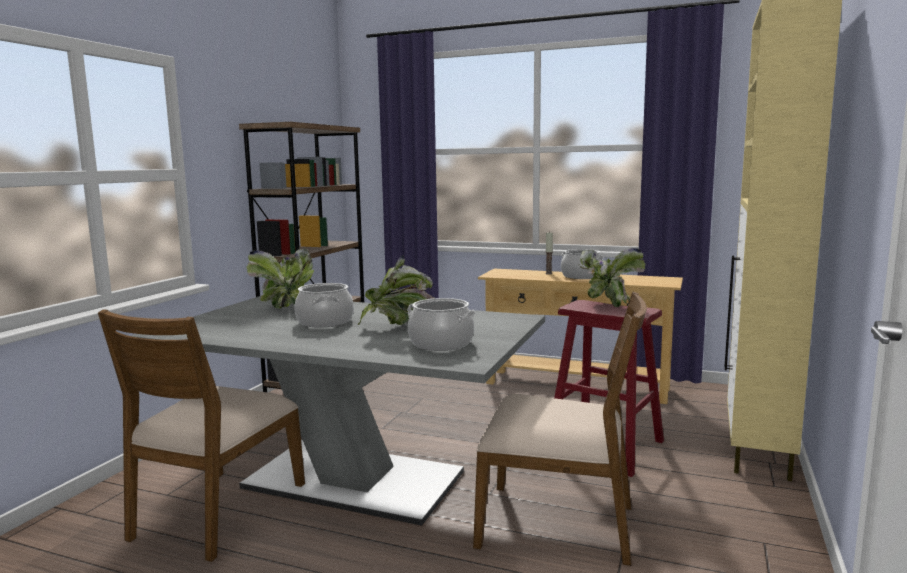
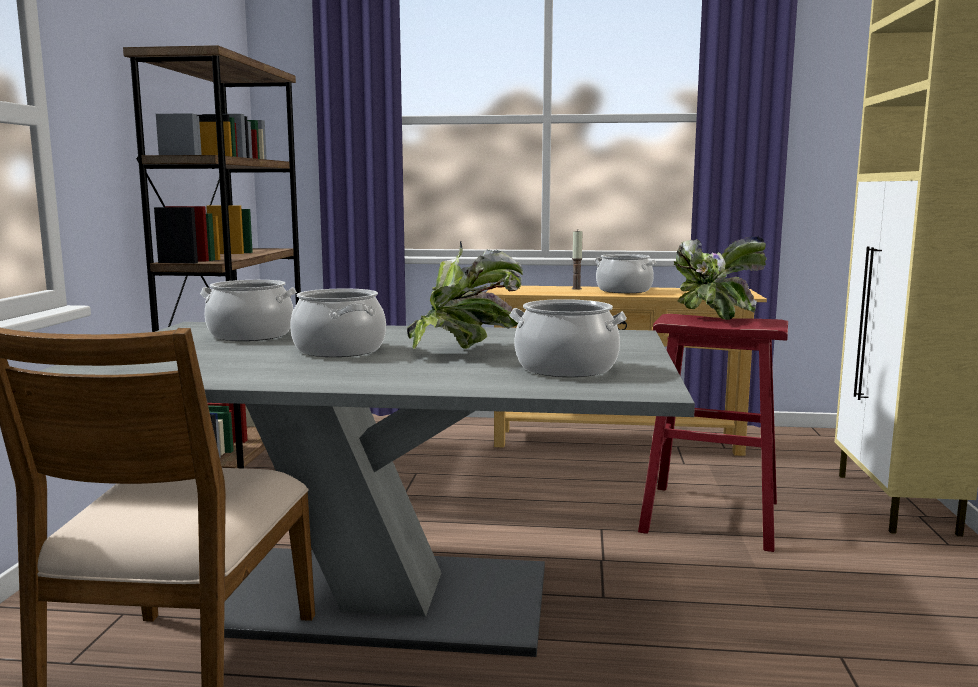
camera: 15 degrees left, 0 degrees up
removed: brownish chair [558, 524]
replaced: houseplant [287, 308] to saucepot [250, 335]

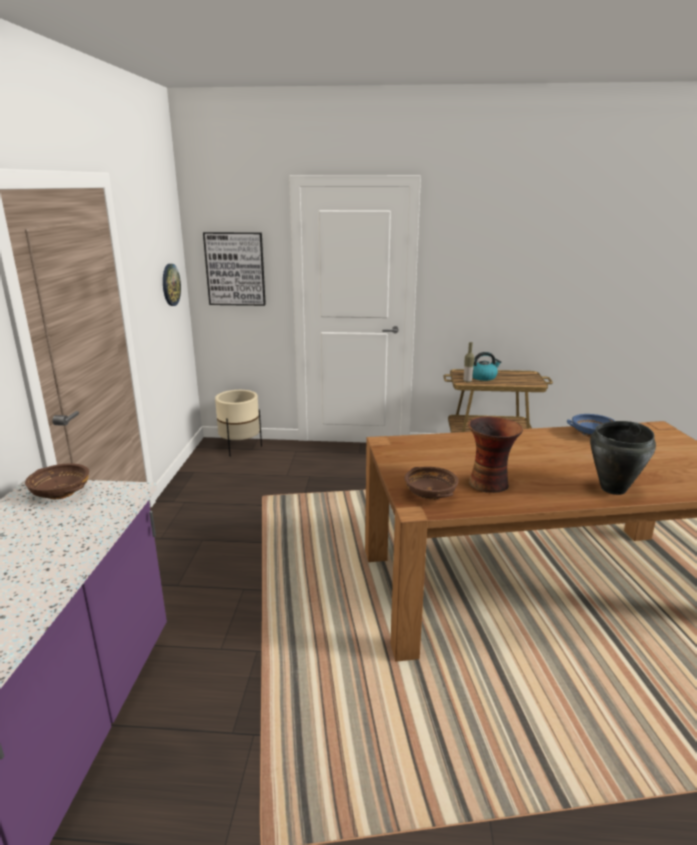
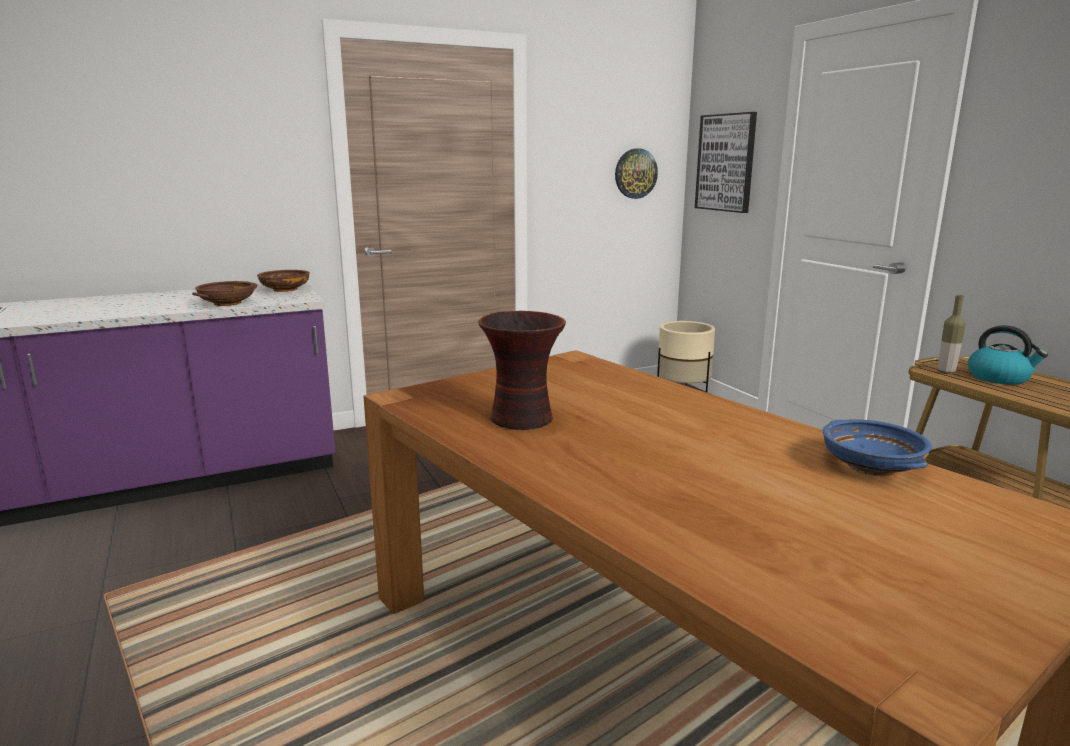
camera: 60 degrees right, 5 degrees down
removed: blackish saucepot [614, 489]
moved: brownish serving bowl [430, 494] to [227, 303]

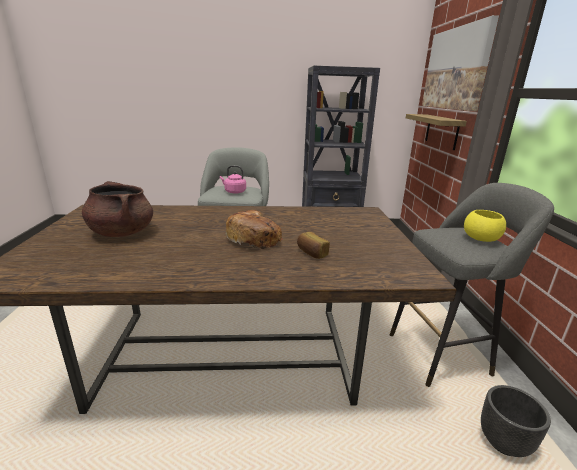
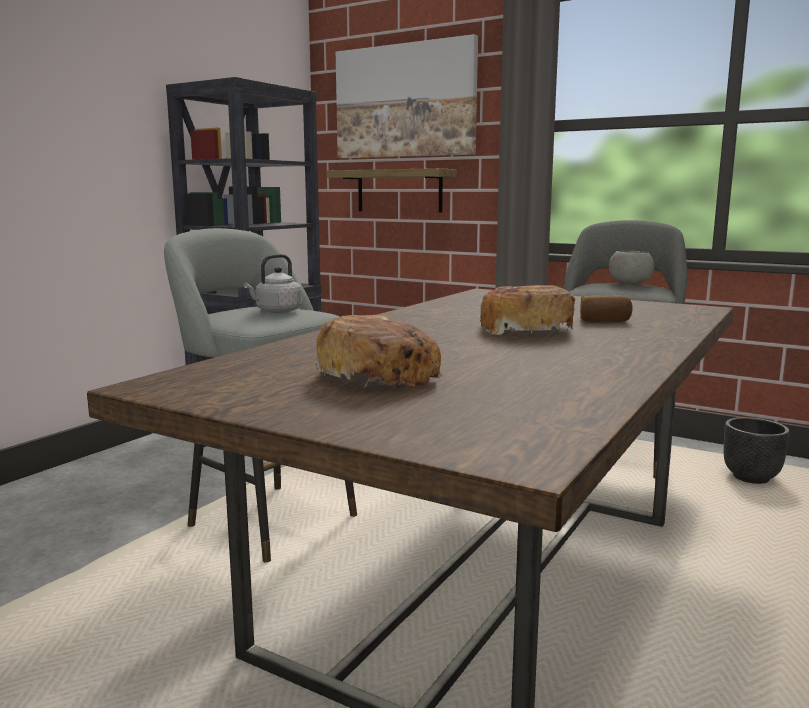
camera: 55 degrees left, 10 degrees down
replaced: brownish saucepot [122, 232] to bread [381, 375]
recoloured: pinkish water kettle [234, 192] to grey water kettle [276, 311]; yellow-coloured serving bowl [480, 239] to grey serving bowl [629, 284]

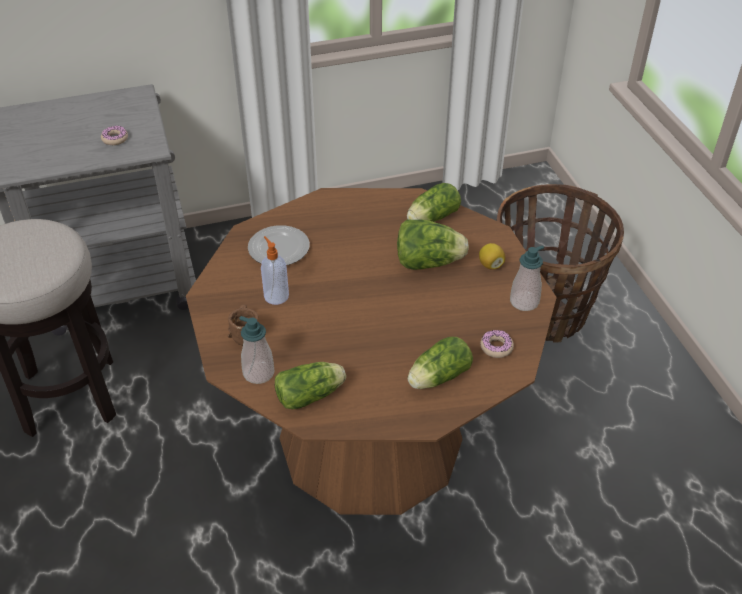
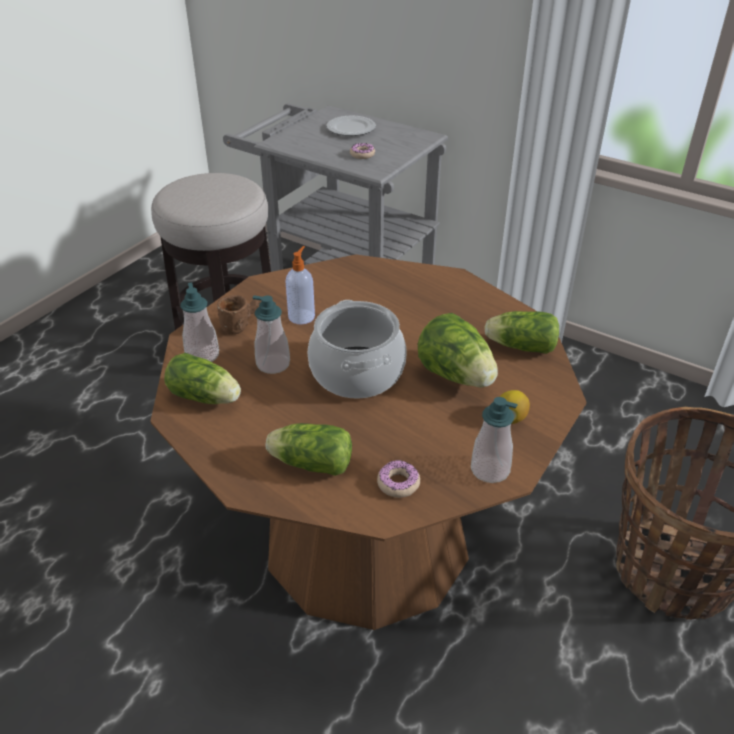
camera: 50 degrees right, 5 degrees down
added: soap bottle [273, 364]; saucepot [356, 373]
moved: plate [279, 248] to [351, 129]

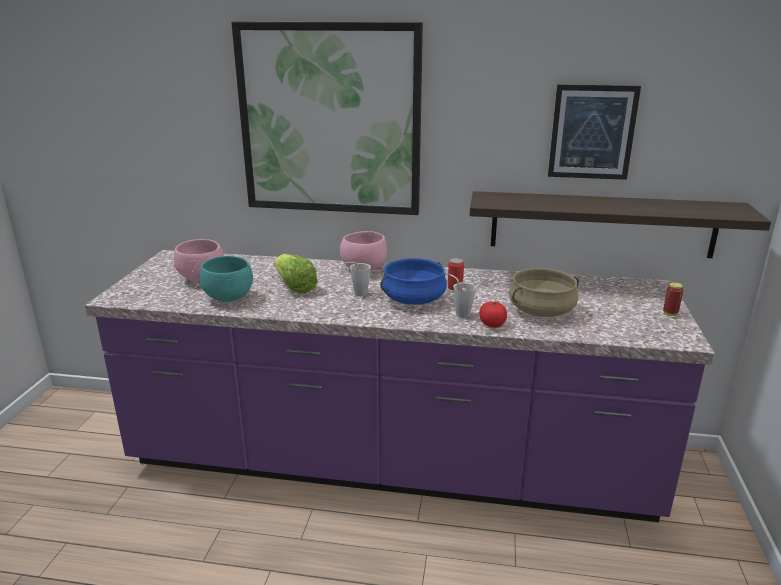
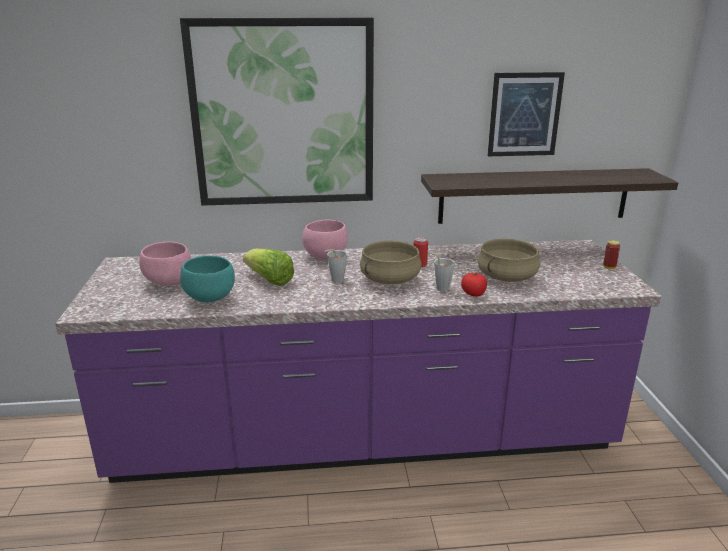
camera: 15 degrees left, 0 degrees up
recoloured: blue-coloured saucepot [413, 299] to beige saucepot [389, 279]

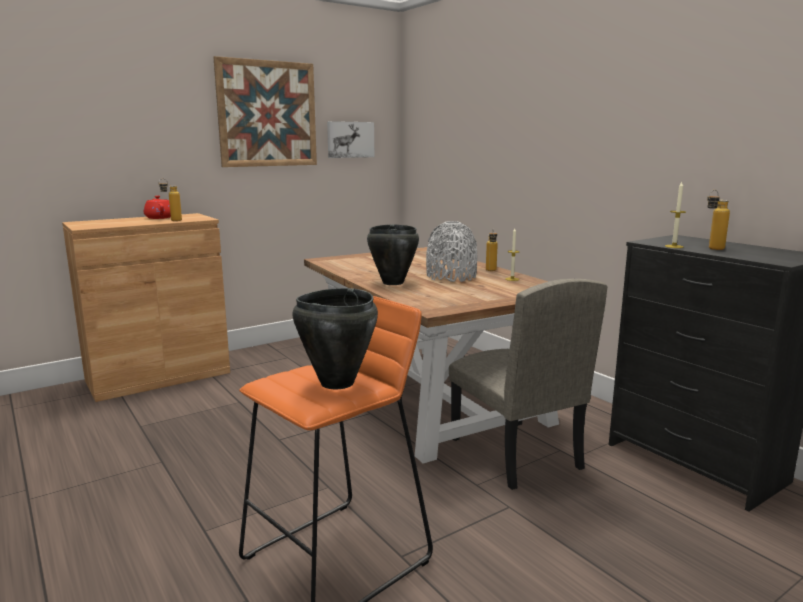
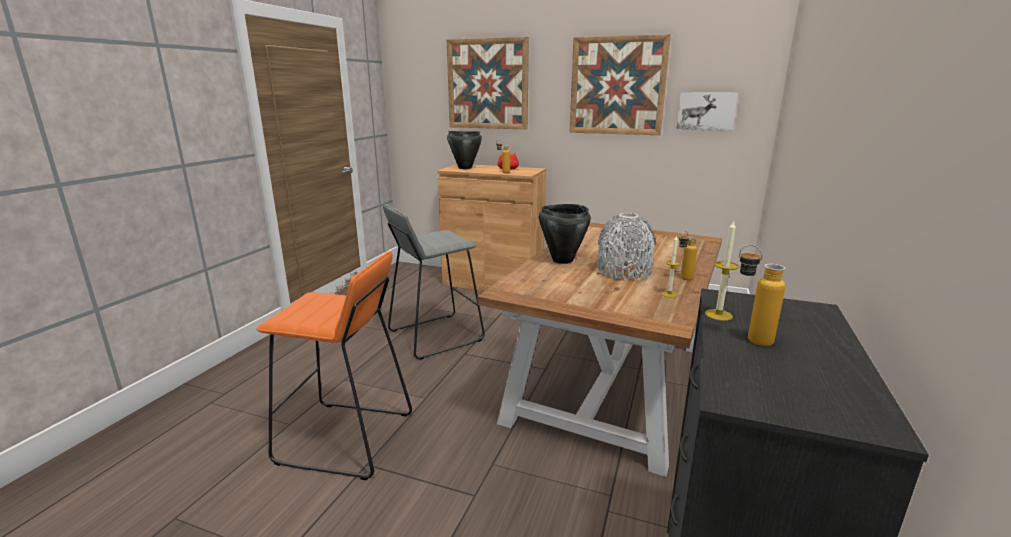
camera: 55 degrees right, 5 degrees up
removed: beige chair [514, 453]
added: wall art [487, 84]; grey stool [434, 335]
moved: blackish saucepot [336, 383] to [464, 168]

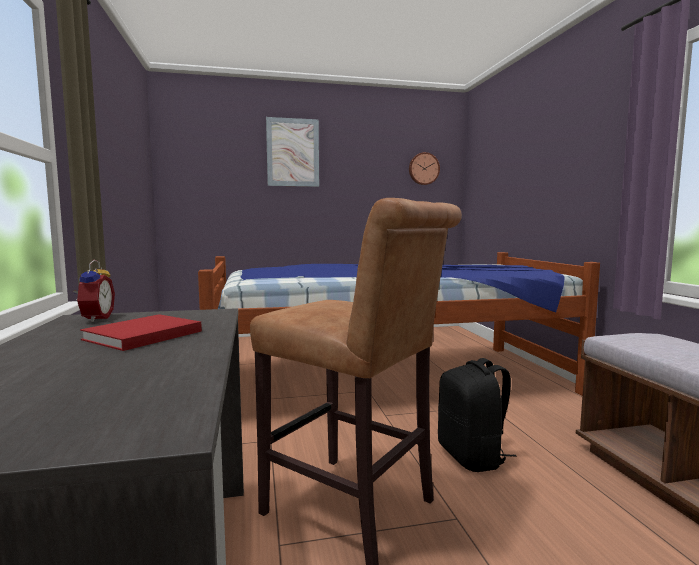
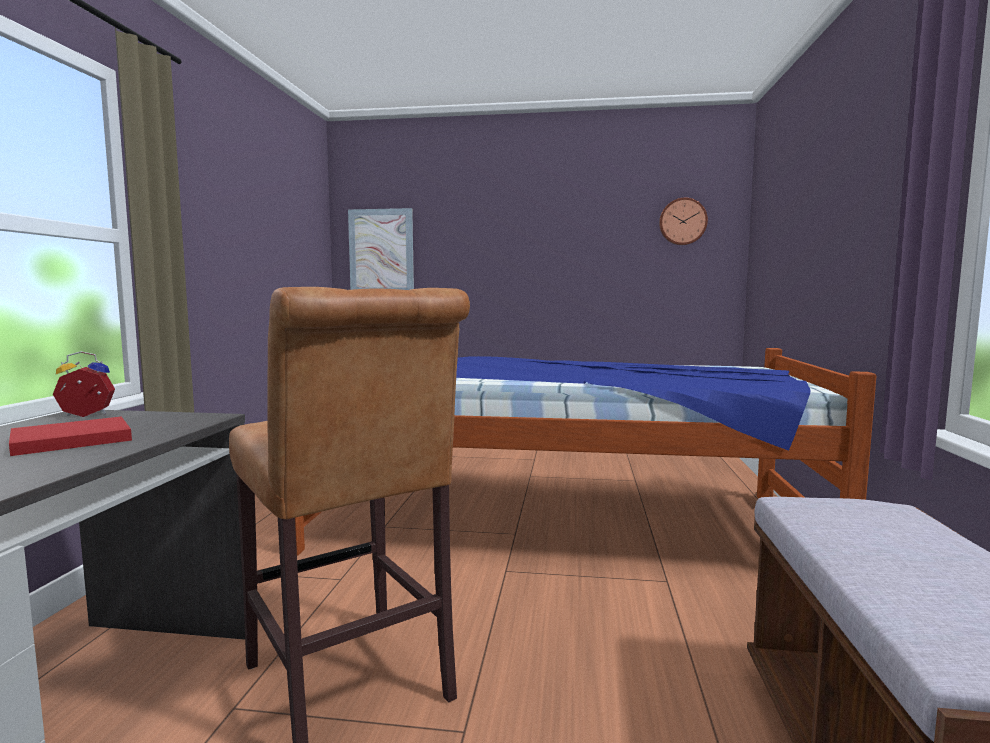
camera: 20 degrees right, 0 degrees up
removed: blackish rucksack [472, 457]
moved: wall art [293, 152] to [381, 251]
turned: table clock [94, 318] = [85, 416] 120 degrees counterclockwise

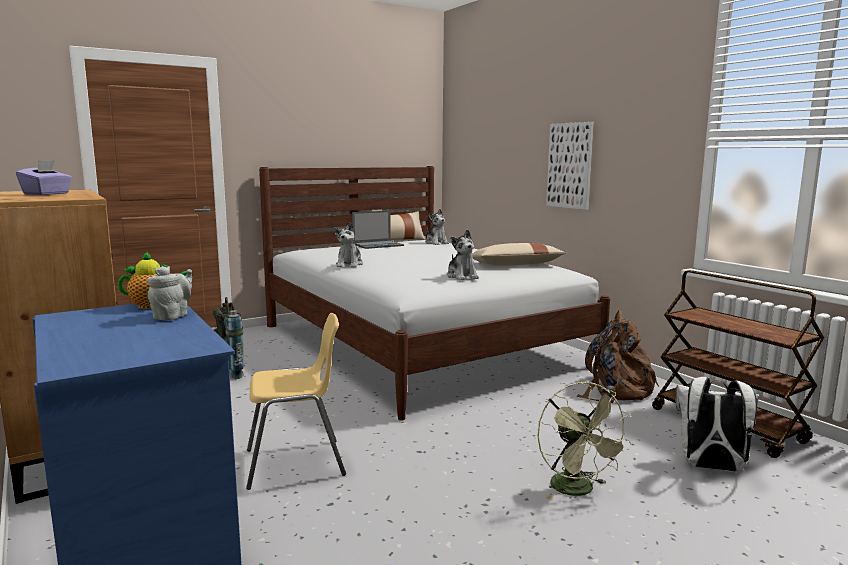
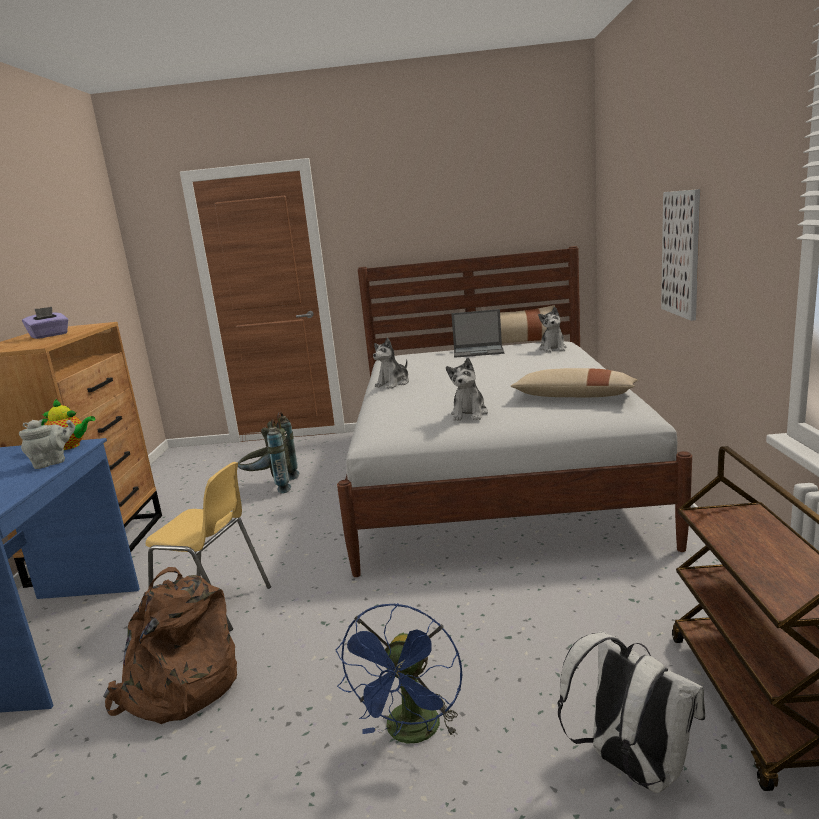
camera: 35 degrees right, 5 degrees up
moved: brownish rucksack [615, 390] to [179, 687]
recoloured: green-coloured electric fan [578, 490] to blue-coloured electric fan [412, 734]

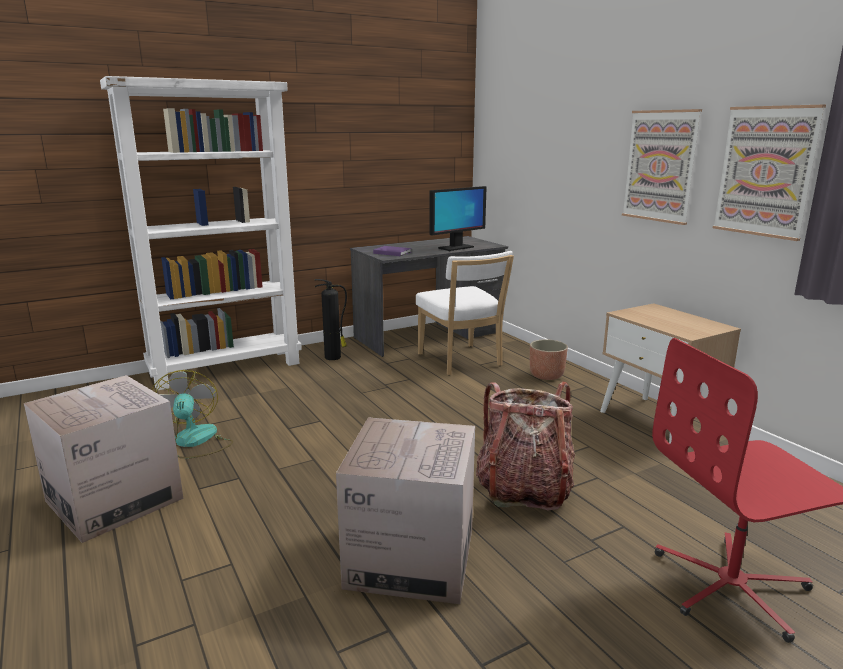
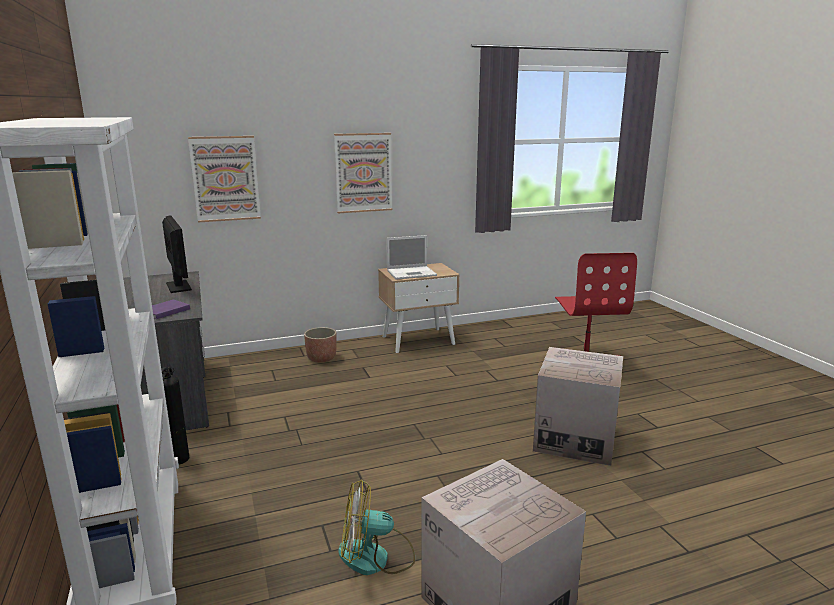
camera: 80 degrees left, 0 degrees up
removed: whitish chair [461, 361]; rucksack [523, 489]
added: laptop [412, 273]
moved: wall art [765, 171] to [225, 179]

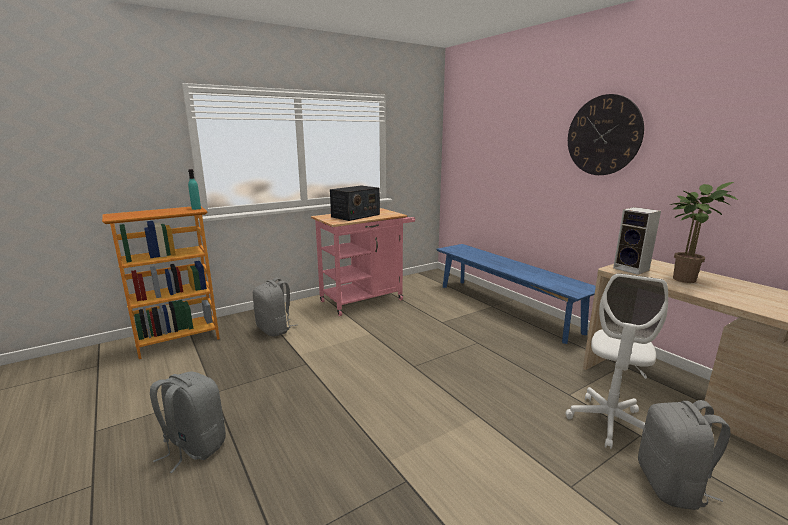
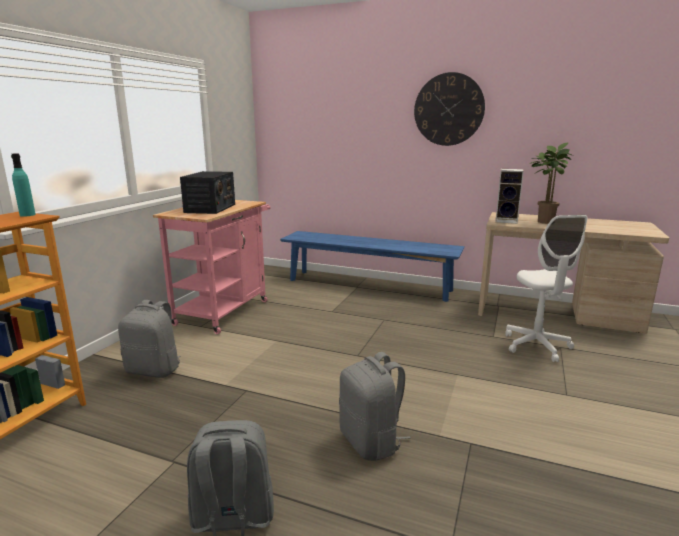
camera: 35 degrees left, 0 degrees up
moved: grey rucksack [672, 486] to [371, 442]

